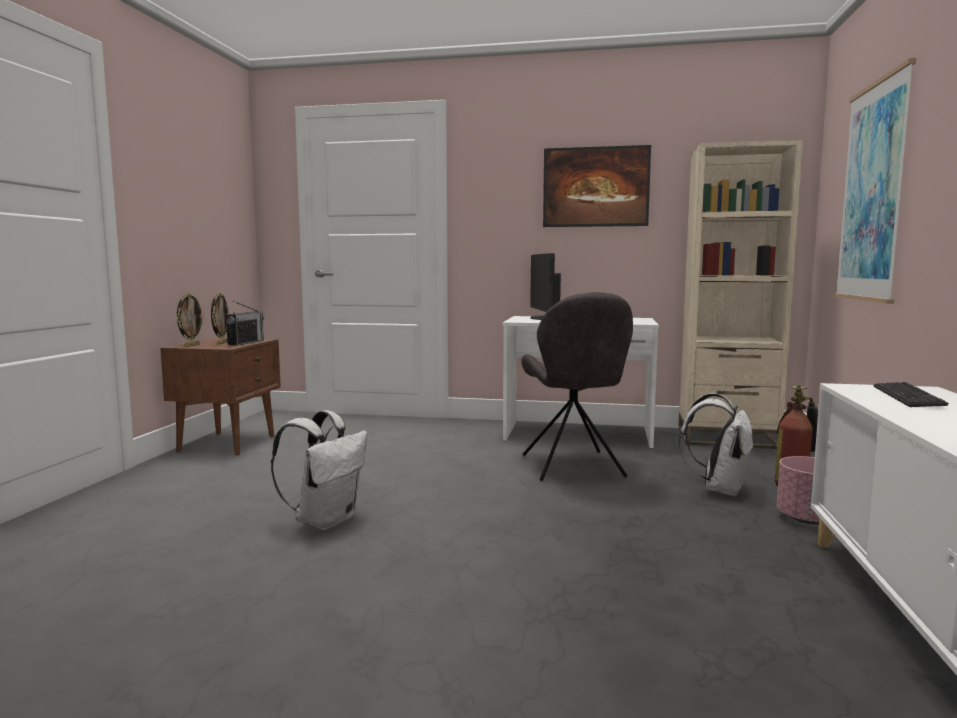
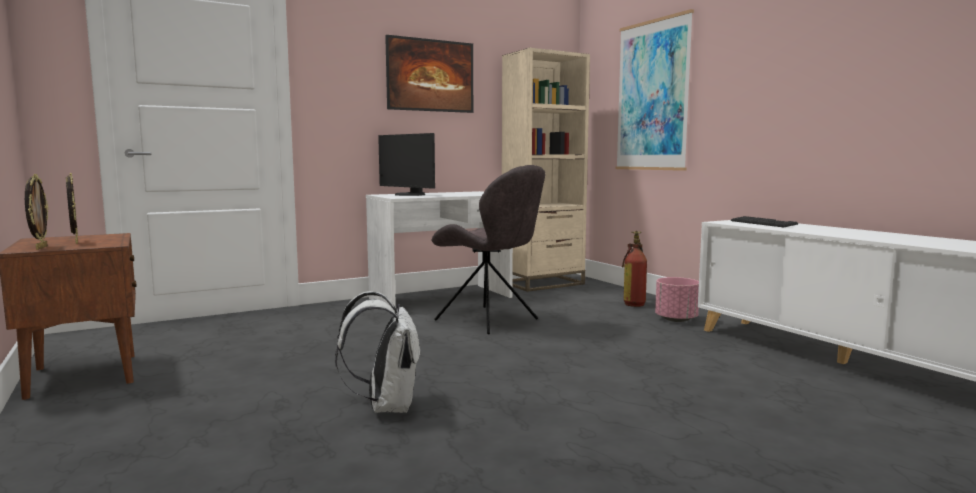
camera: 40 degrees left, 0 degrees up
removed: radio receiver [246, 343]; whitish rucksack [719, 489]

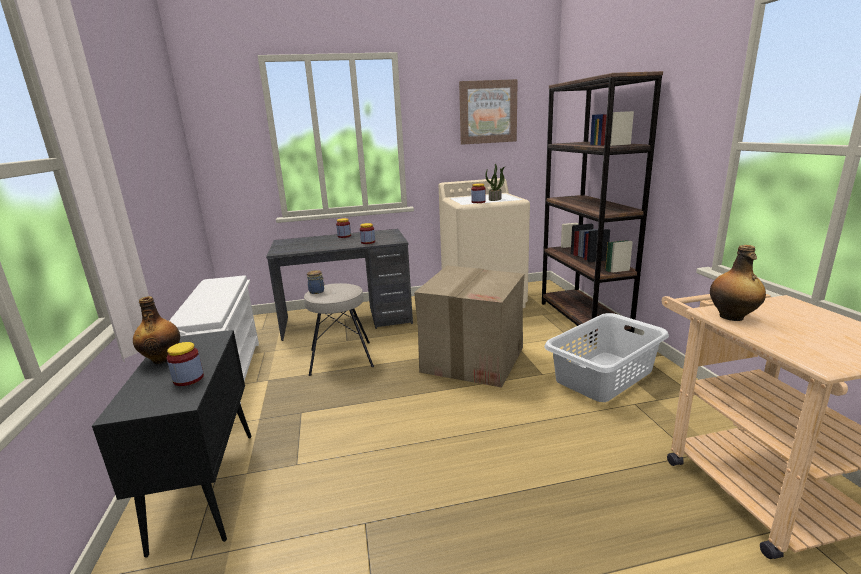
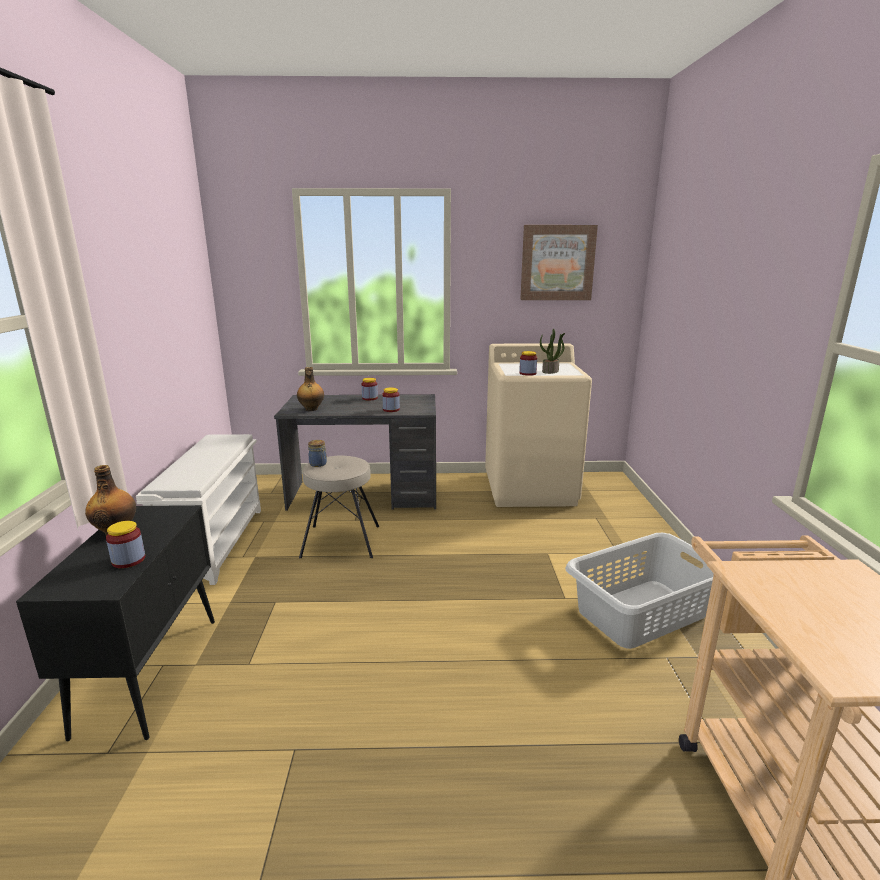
camera: 10 degrees right, 0 degrees up
removed: brownish bookshelf [583, 319]; carton [473, 359]
moved: bottle [732, 317] to [311, 409]

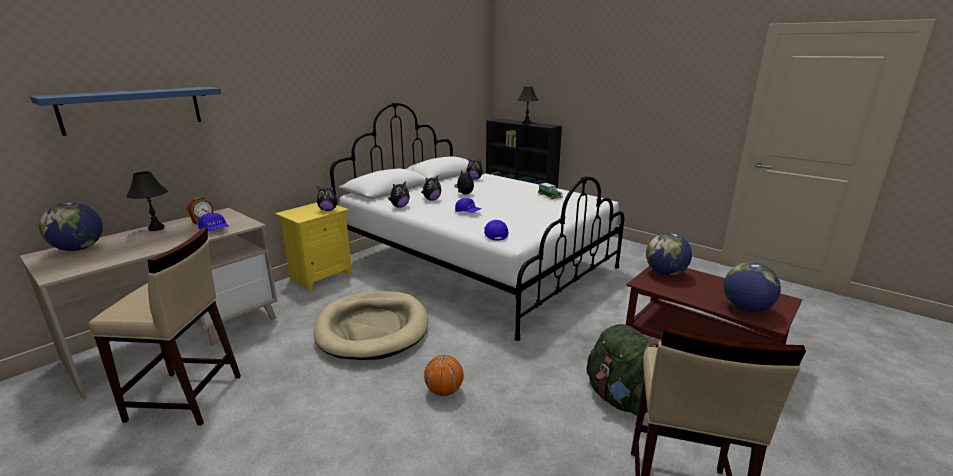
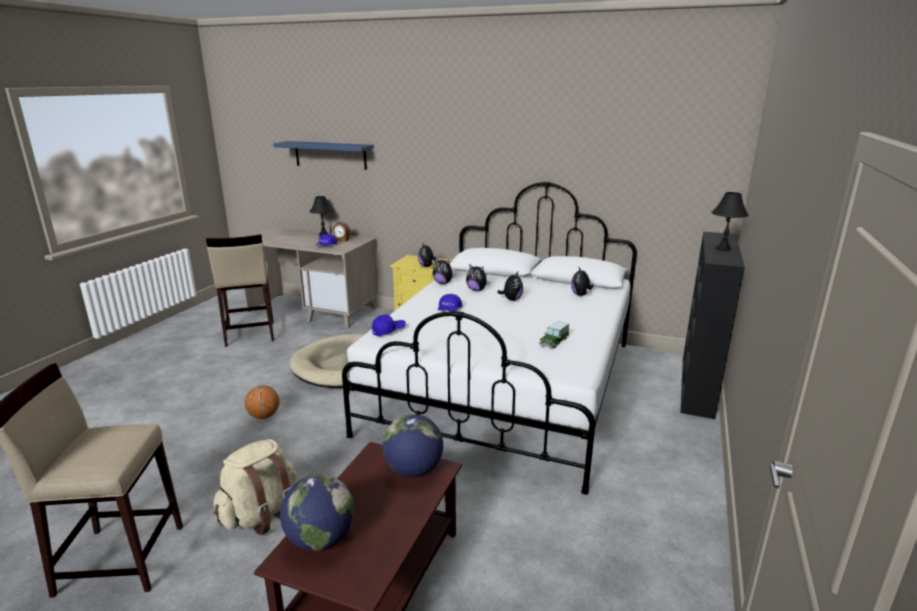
camera: 70 degrees right, 0 degrees up
removed: globe [79, 249]
recoloured: green-coloured rucksack [619, 398] to beige rucksack [262, 514]

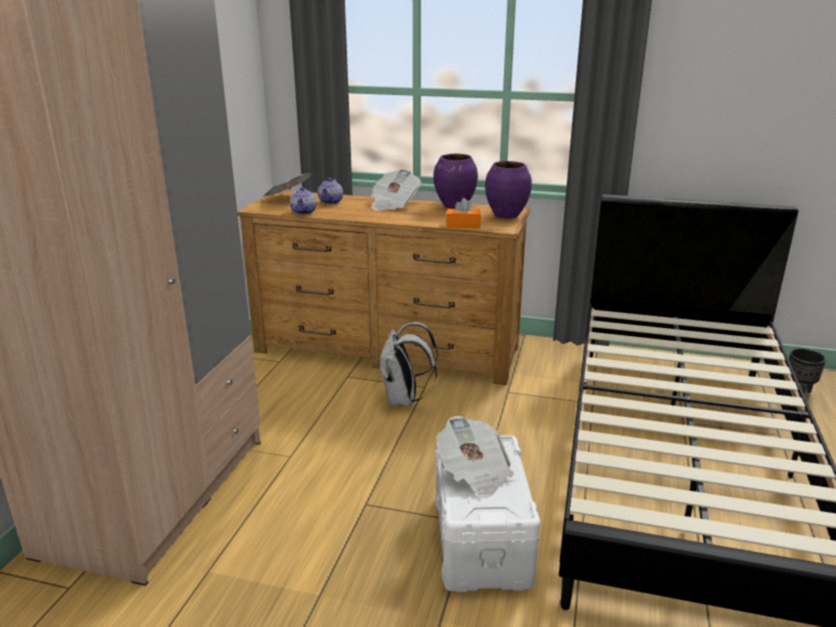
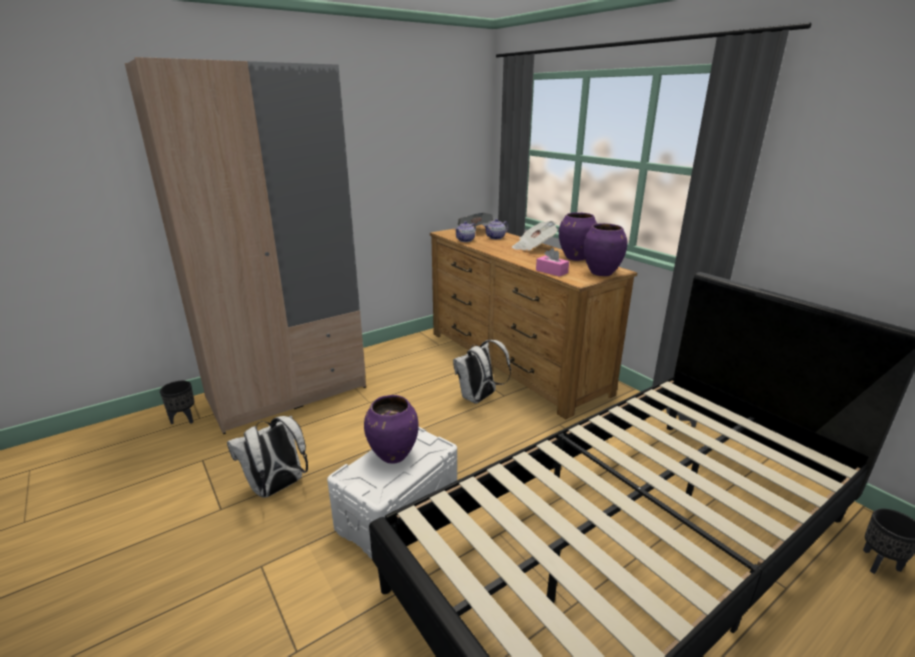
camera: 40 degrees right, 0 degrees up
added: blackish planter [184, 419]; whitish rucksack [277, 488]
replaced: daily paper [474, 473] to purple-coloured decorative vase [393, 456]
recoloured: orange tissue holder [463, 225] to pinkish tissue holder [551, 271]

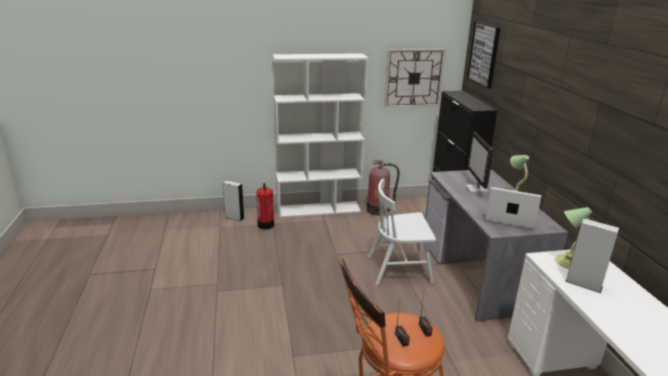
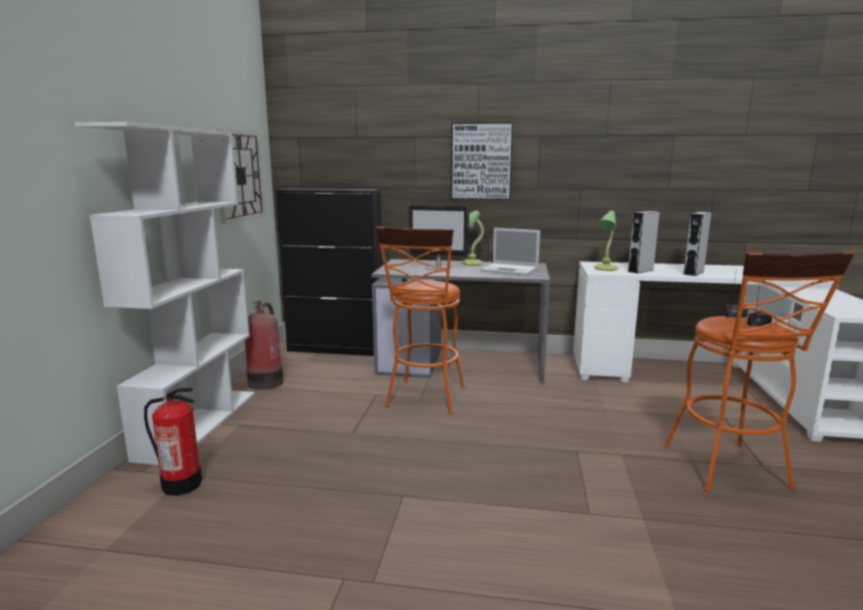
camera: 70 degrees left, 10 degrees down
moved: wall art [484, 54] to [481, 161]; grey loudspeaker [234, 217] to [693, 273]
replaced: whitish chair [399, 269] to orange stool [424, 399]
turned: laptop [509, 218] = [510, 270] 105 degrees counterclockwise

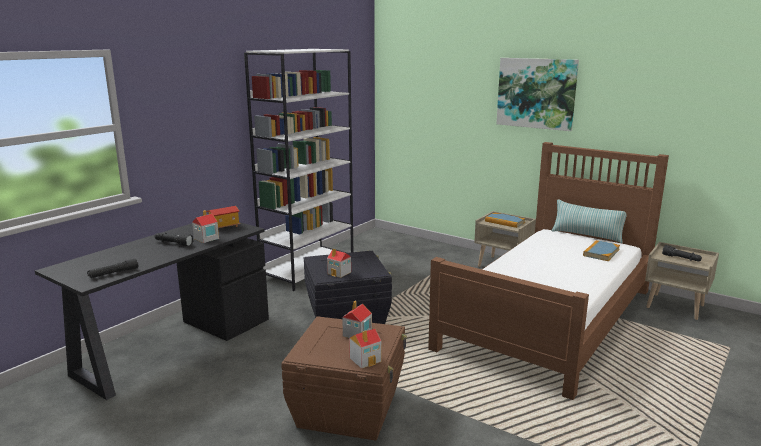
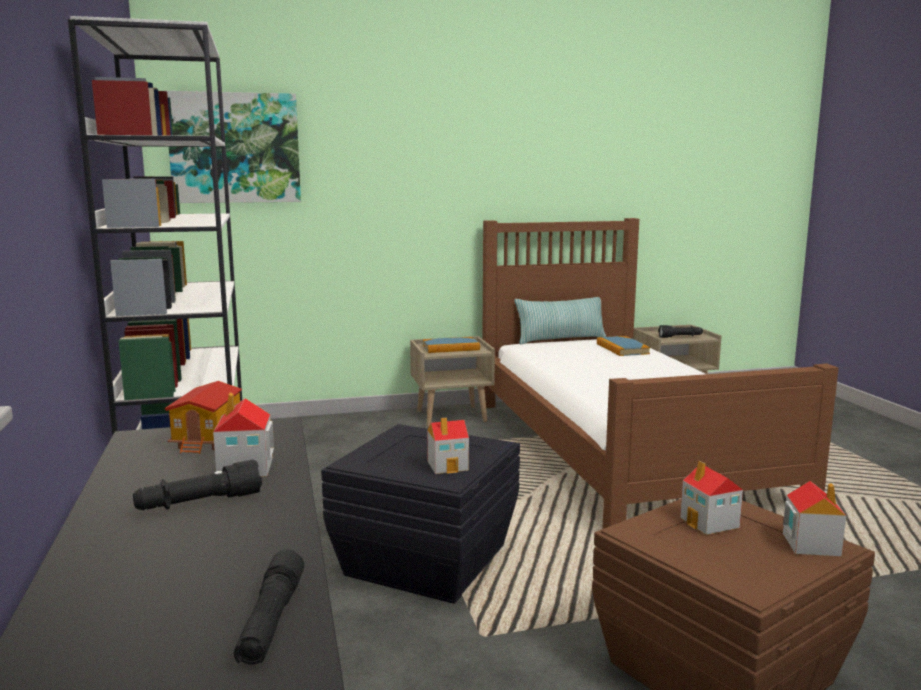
camera: 50 degrees left, 5 degrees down
moved: wall art [536, 93] to [235, 148]

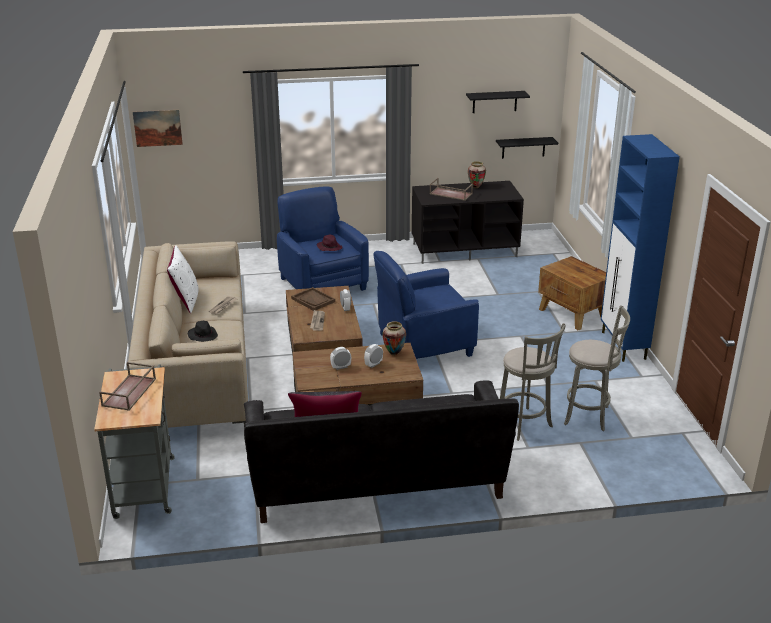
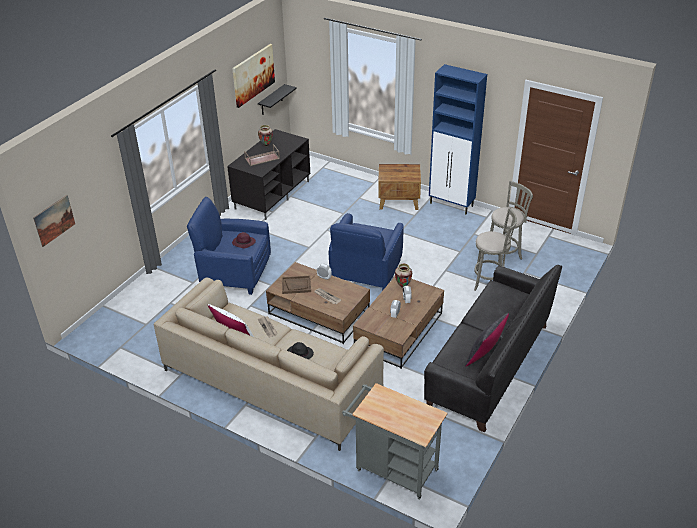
camera: 50 degrees left, 10 degrees up
removed: brownish serving tray [129, 393]
replaced: blackish shelf [494, 102] to wall art [253, 75]

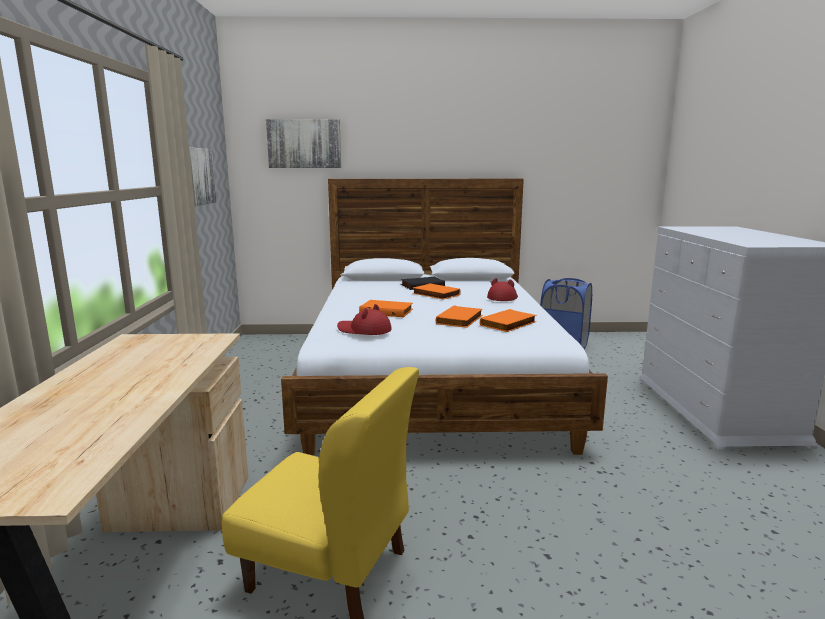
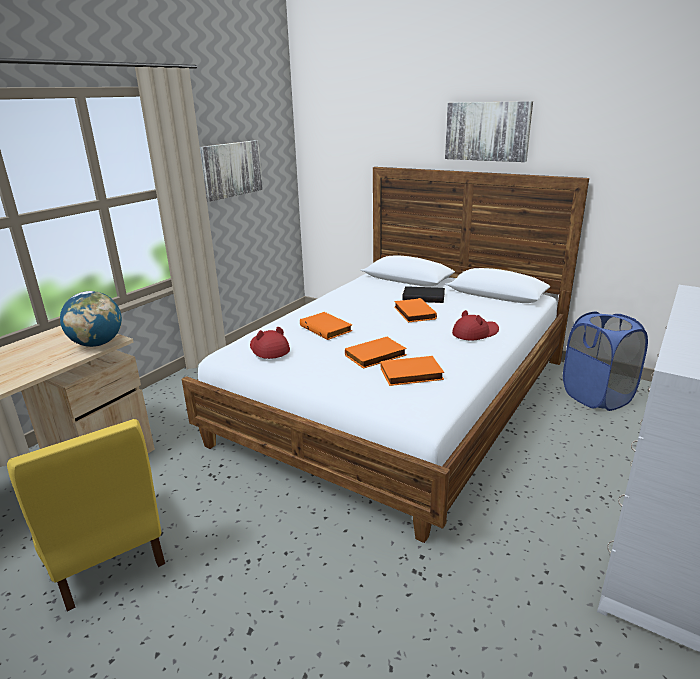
camera: 35 degrees right, 10 degrees up
added: globe [97, 344]
moved: wall art [304, 144] to [487, 131]

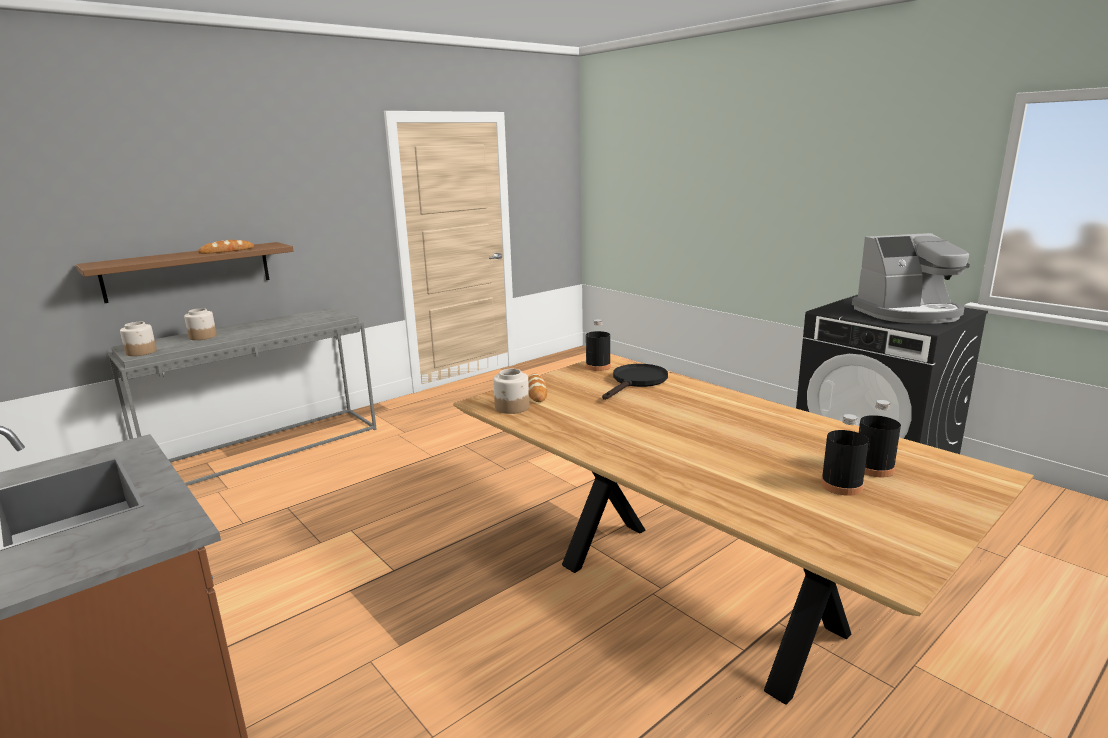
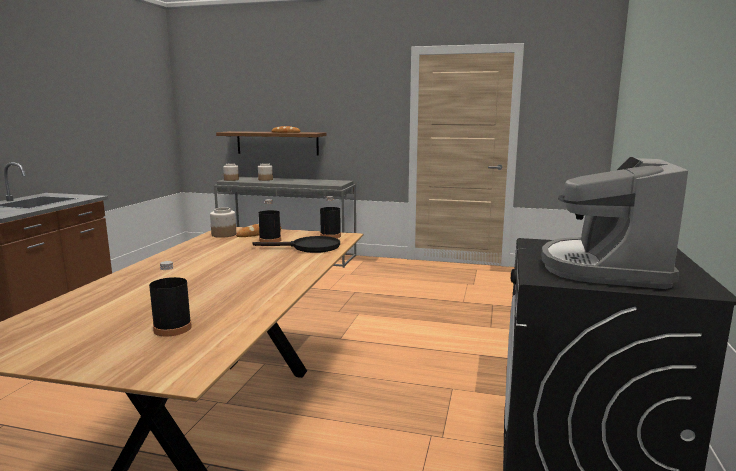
camera: 55 degrees right, 5 degrees down
moved: blackish bottle [841, 485] to [270, 240]
turned: coffee machine [908, 313] = [604, 268] 60 degrees clockwise

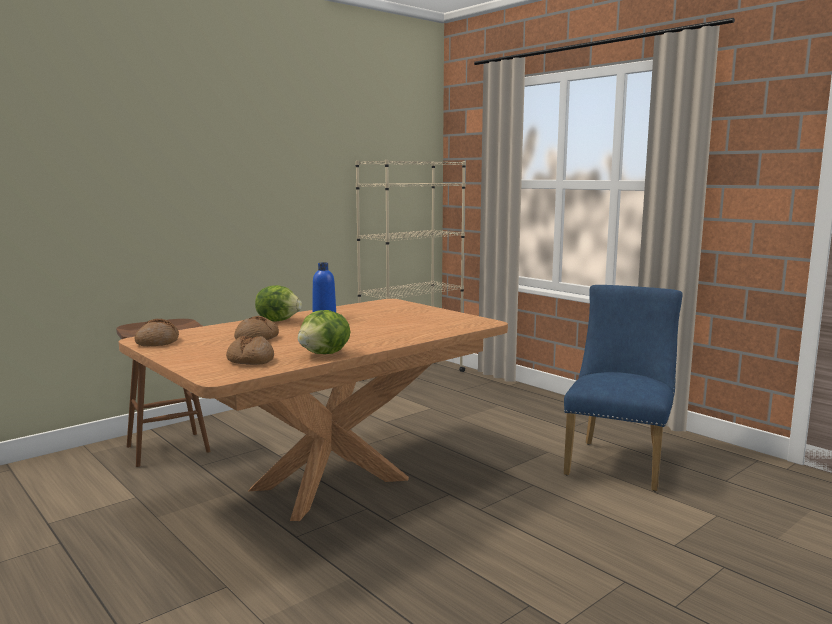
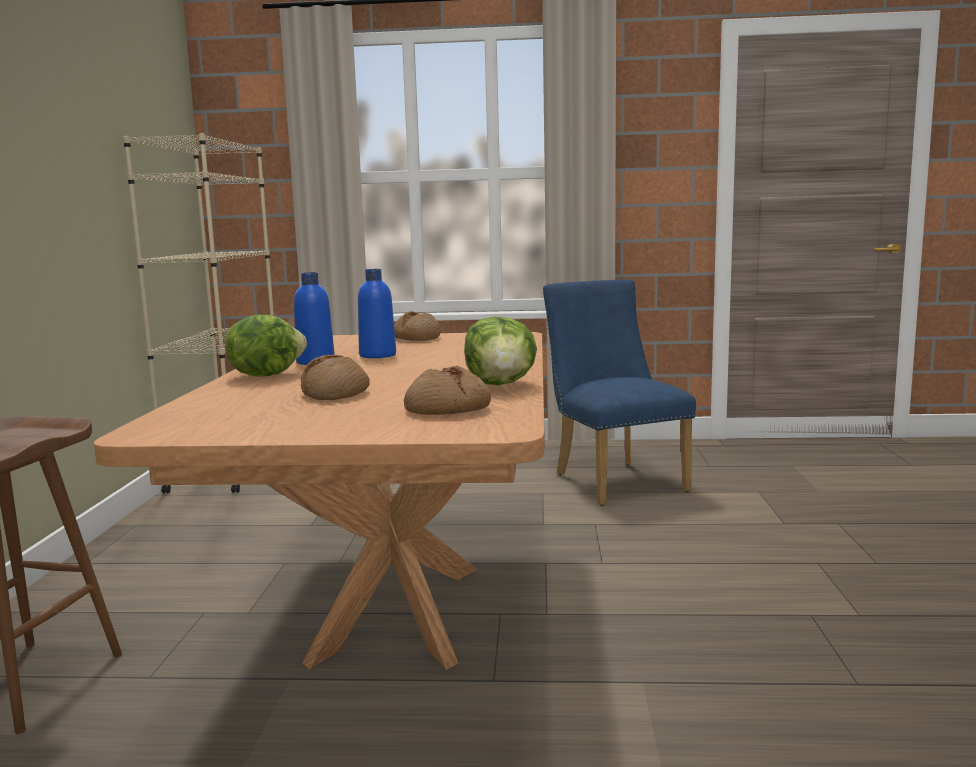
camera: 45 degrees left, 0 degrees up
added: blue-coloured bottle [377, 355]
moved: bread [157, 342] to [416, 338]

